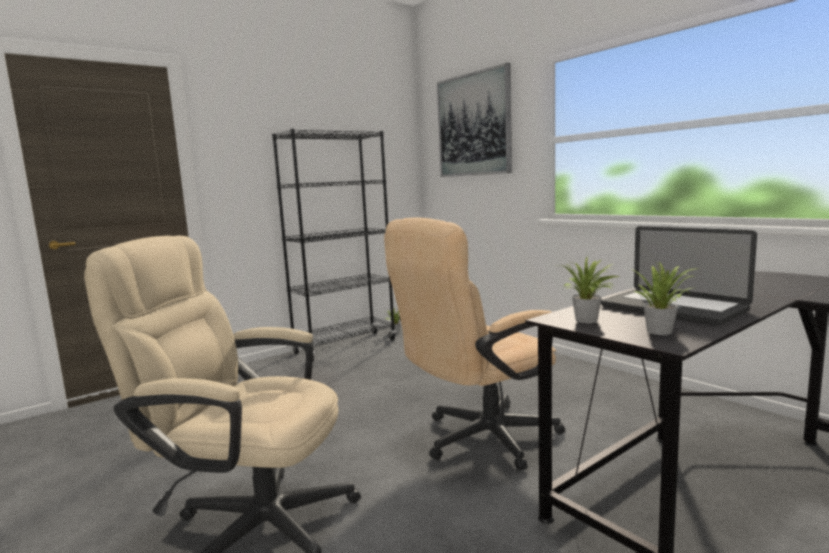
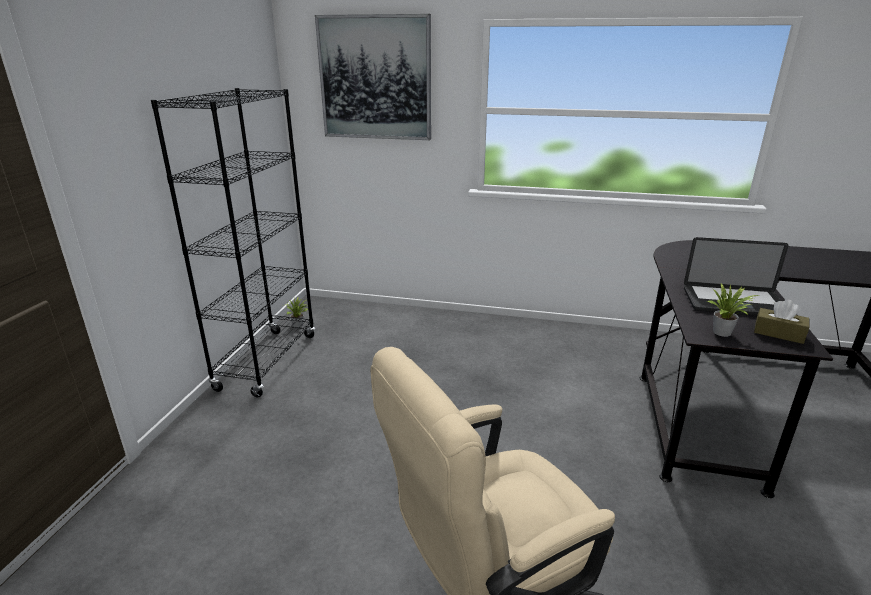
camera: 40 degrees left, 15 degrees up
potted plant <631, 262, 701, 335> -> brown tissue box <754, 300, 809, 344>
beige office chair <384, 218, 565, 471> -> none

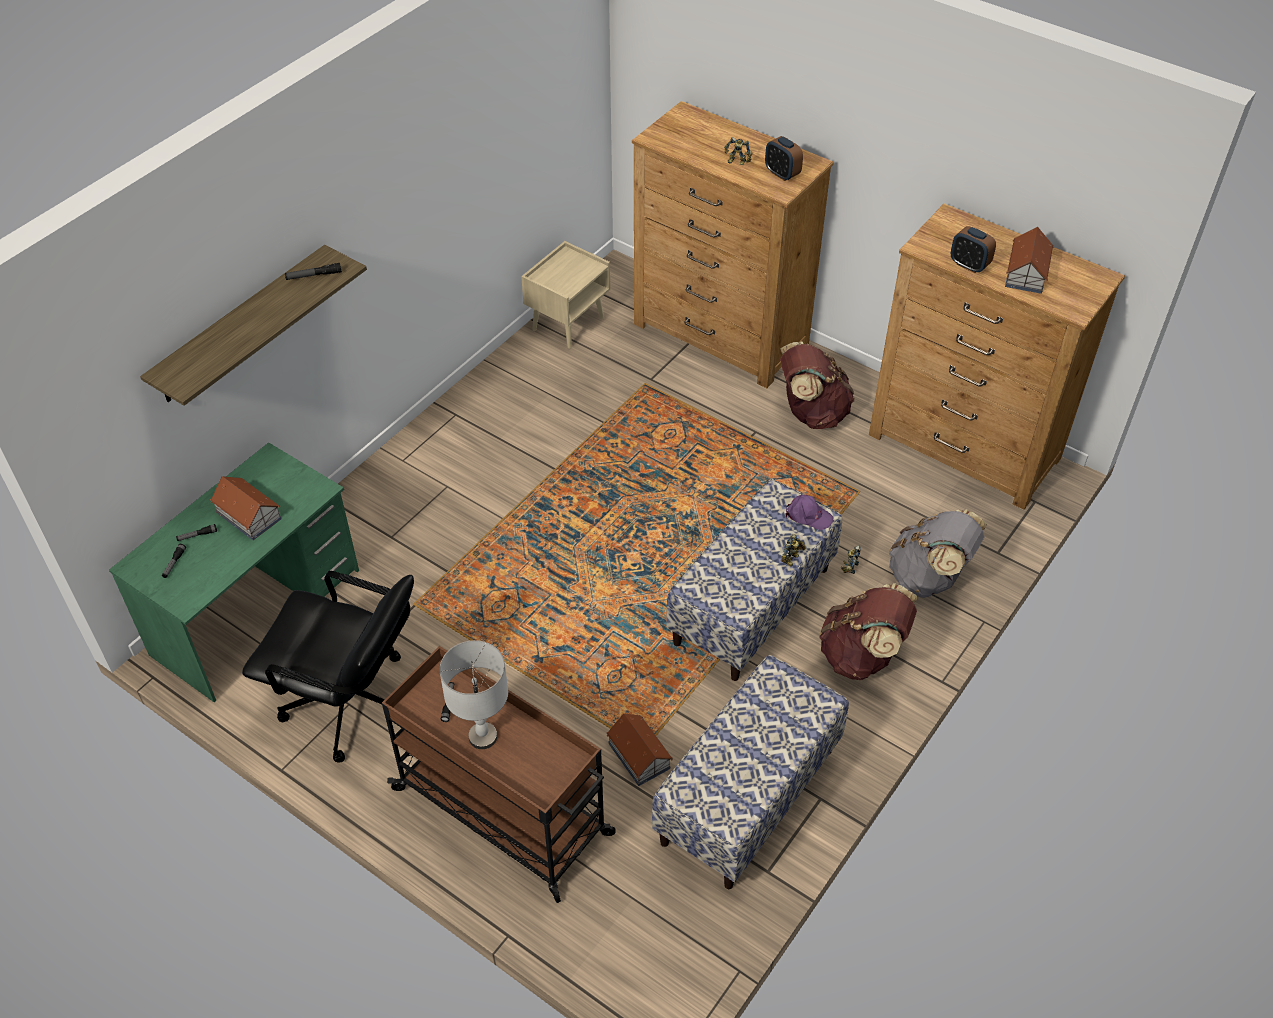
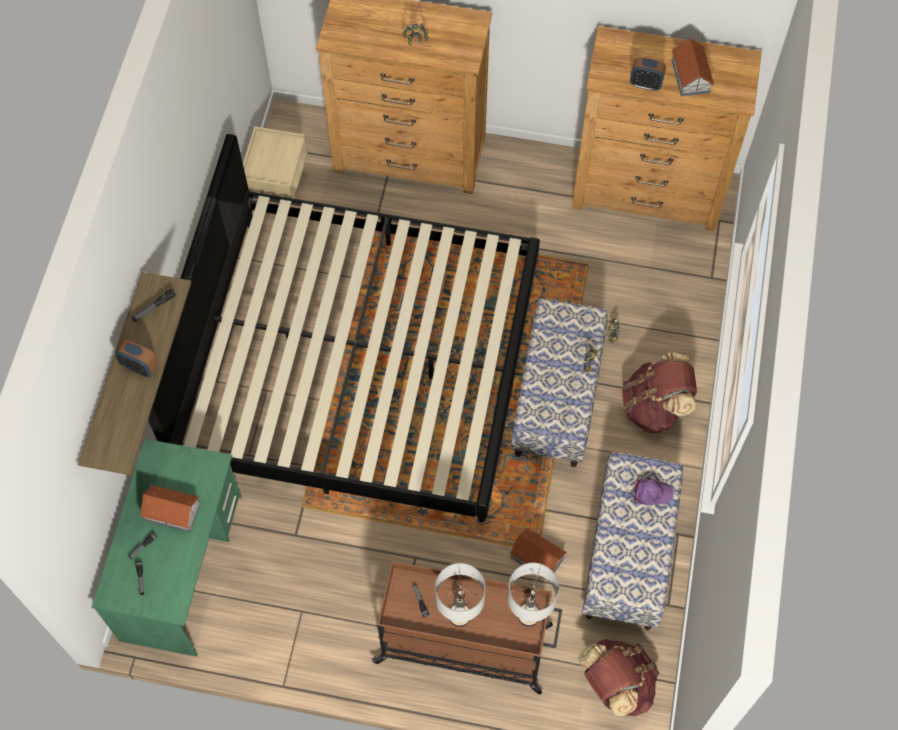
camera: 25 degrees left, 15 degrees up
alarm clock <765, 136, 803, 181> -> alarm clock <115, 340, 158, 377>, shifted
none -> bed <148, 134, 540, 522>
none -> grey table lamp <507, 563, 559, 626>
brown backpack <780, 342, 855, 429> -> brown backpack <578, 639, 660, 717>, shifted
purple cap <785, 495, 834, 530> -> purple cap <631, 477, 674, 505>, shifted
black office chair <242, 571, 414, 763> -> none
grey backpack <889, 509, 987, 598> -> none

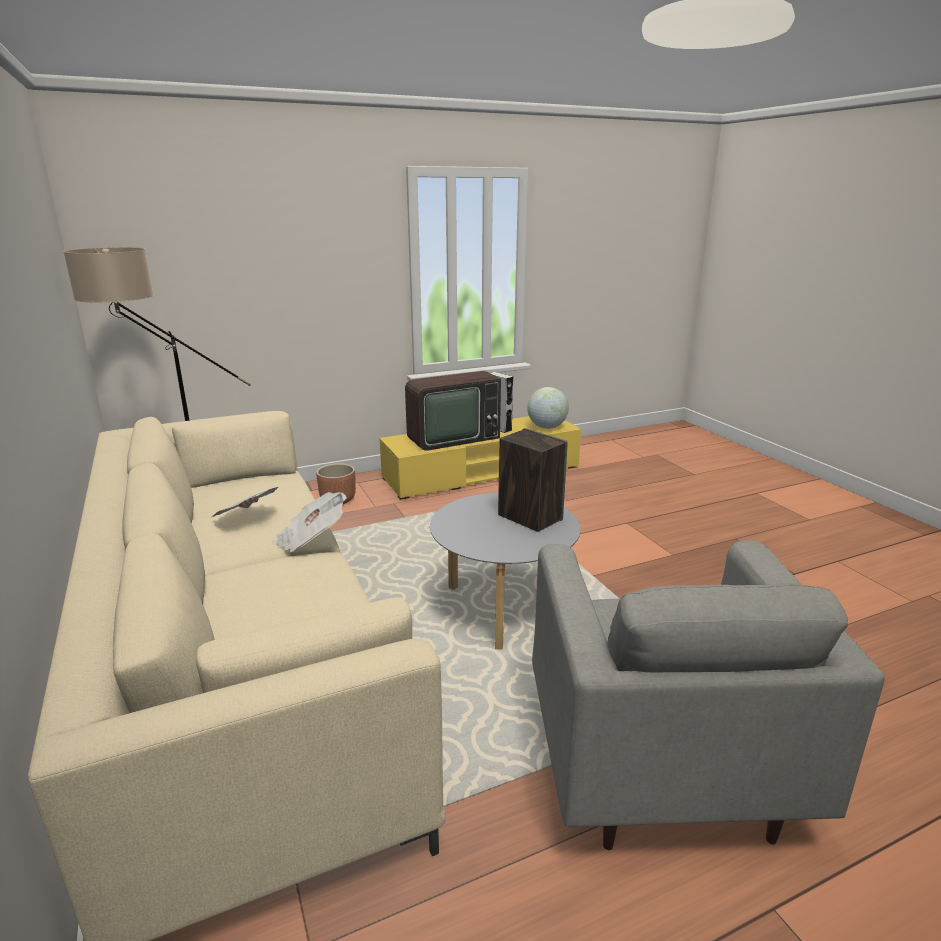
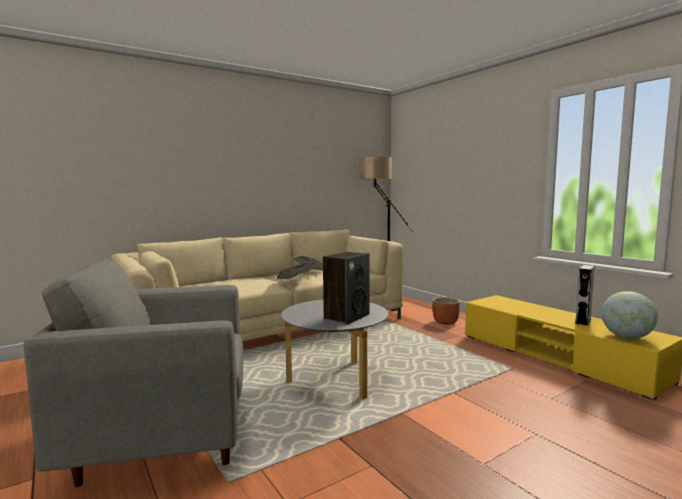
camera: 80 degrees right, 15 degrees down
television <405, 371, 501, 451> -> none

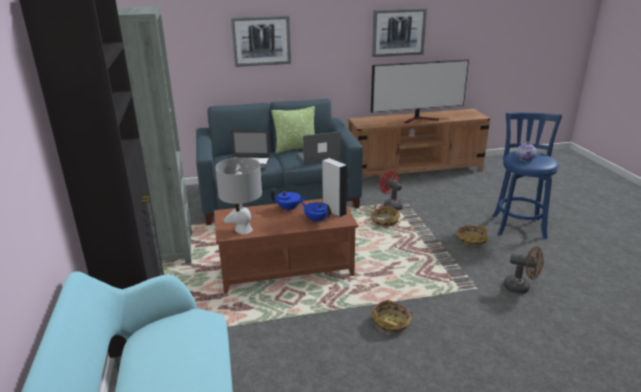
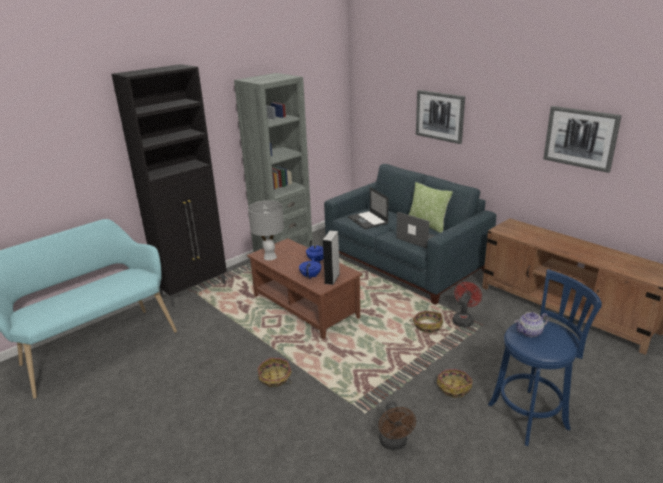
camera: 60 degrees right, 0 degrees up
television <371, 59, 469, 123> -> none

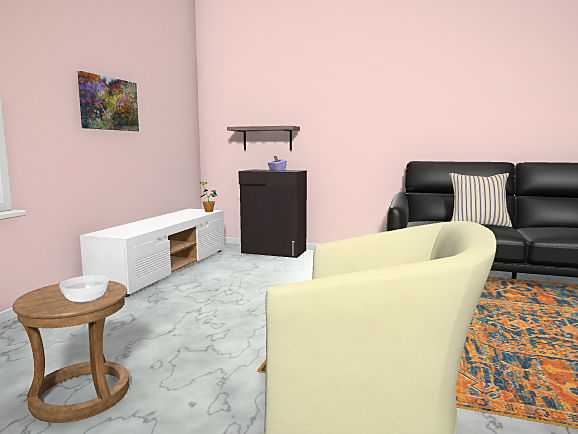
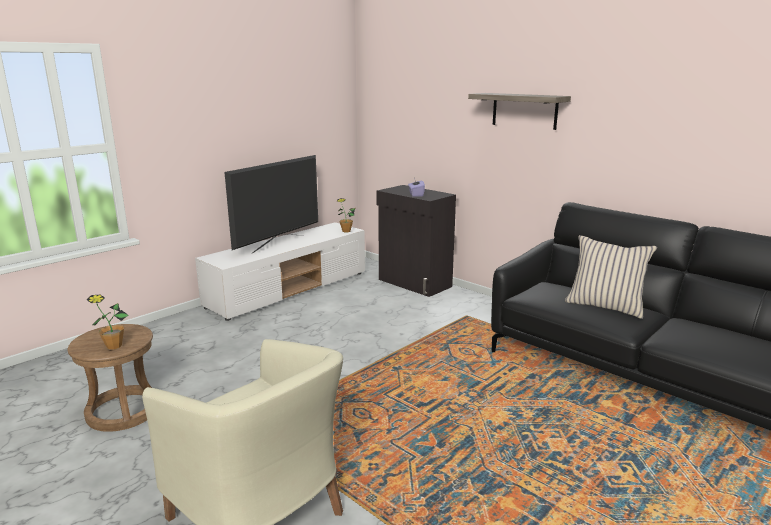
camera: 25 degrees right, 10 degrees up
bowl <59, 275, 109, 303> -> potted plant <86, 294, 128, 349>
none -> television <224, 155, 318, 253>
shelf <227, 126, 300, 150> -> shelf <468, 93, 571, 130>, shifted
picture <77, 71, 139, 131> -> none

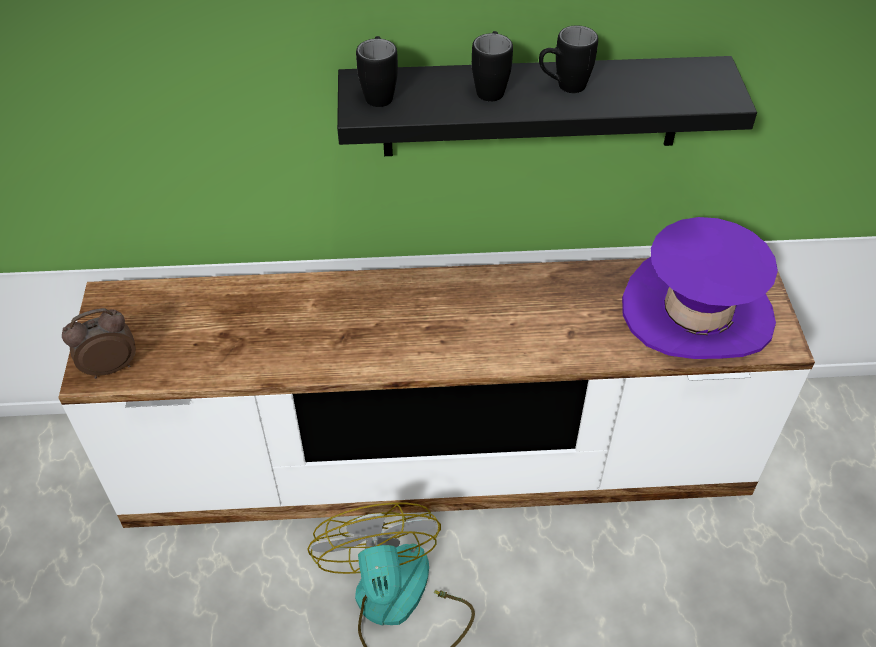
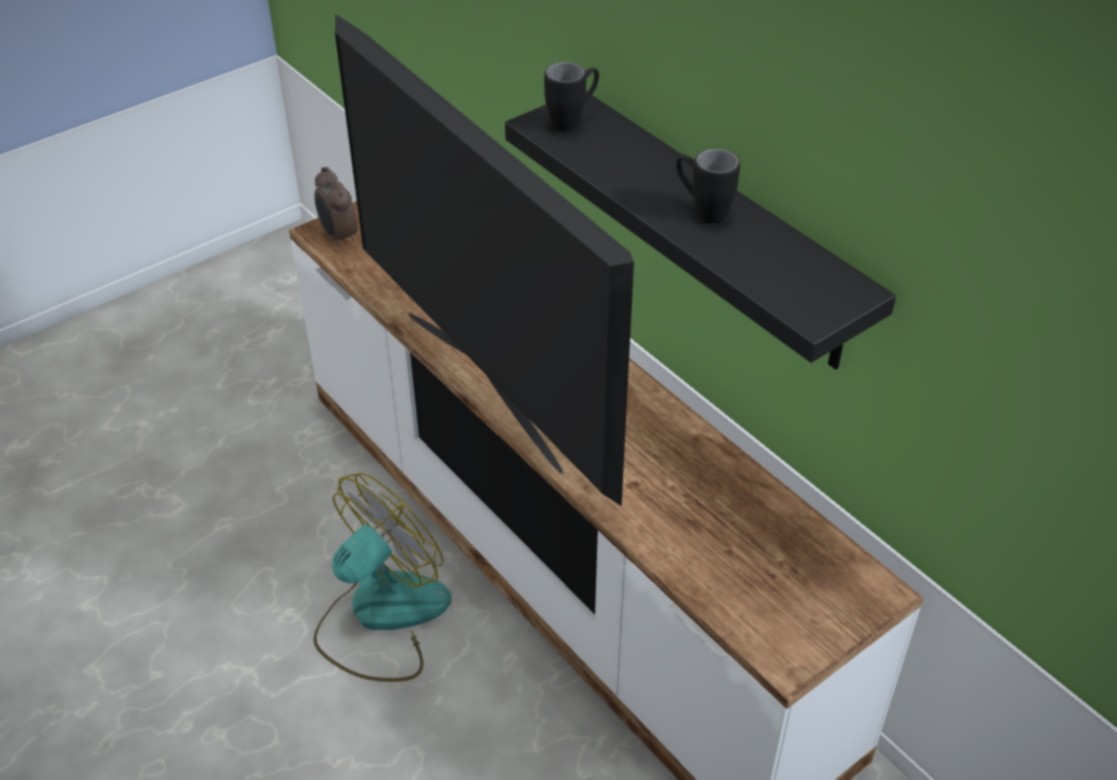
camera: 55 degrees right, 5 degrees down
alarm clock <62, 308, 136, 379> -> alarm clock <314, 167, 358, 248>, 150 degrees counterclockwise
none -> television <335, 14, 634, 506>
black mug <472, 31, 513, 101> -> none
purple hat <622, 217, 778, 359> -> none

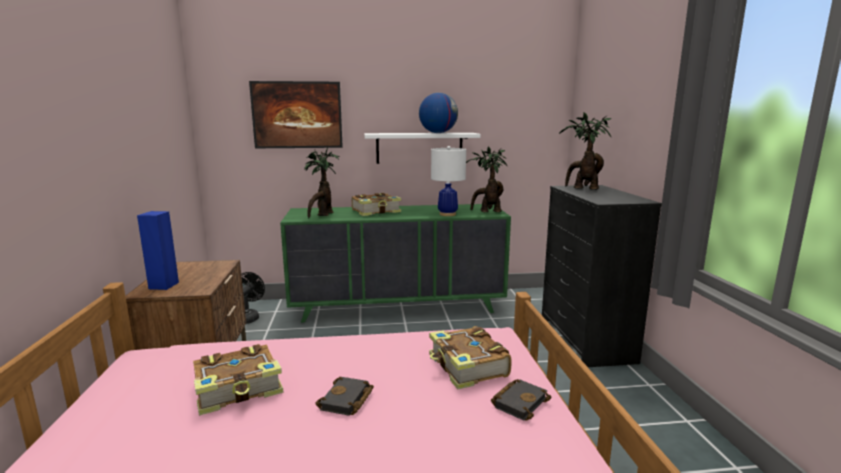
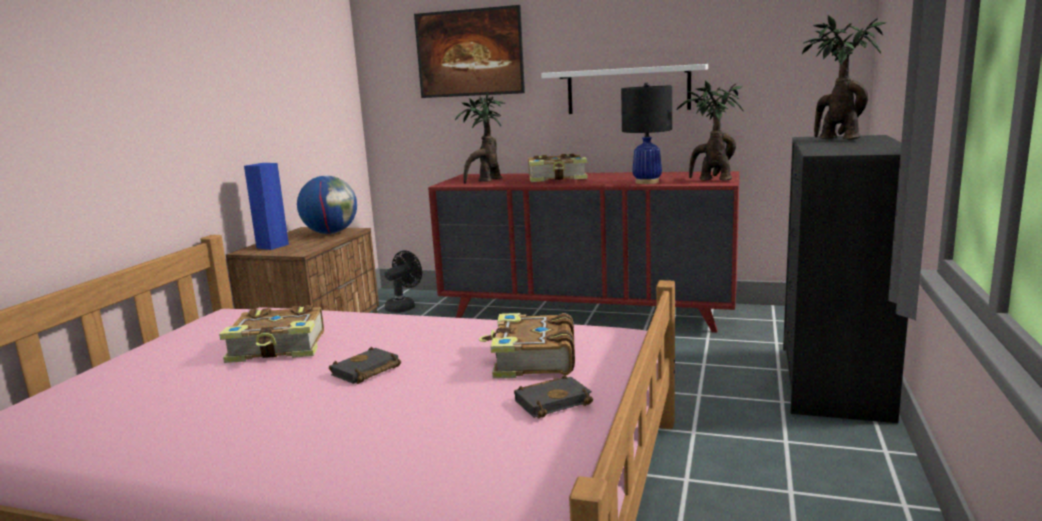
camera: 25 degrees right, 0 degrees up
globe <419, 93, 458, 133> -> globe <297, 176, 357, 234>, shifted
green dresser <280, 204, 511, 323> -> red dresser <428, 171, 740, 332>
white table lamp <431, 146, 466, 216> -> black table lamp <621, 83, 672, 184>

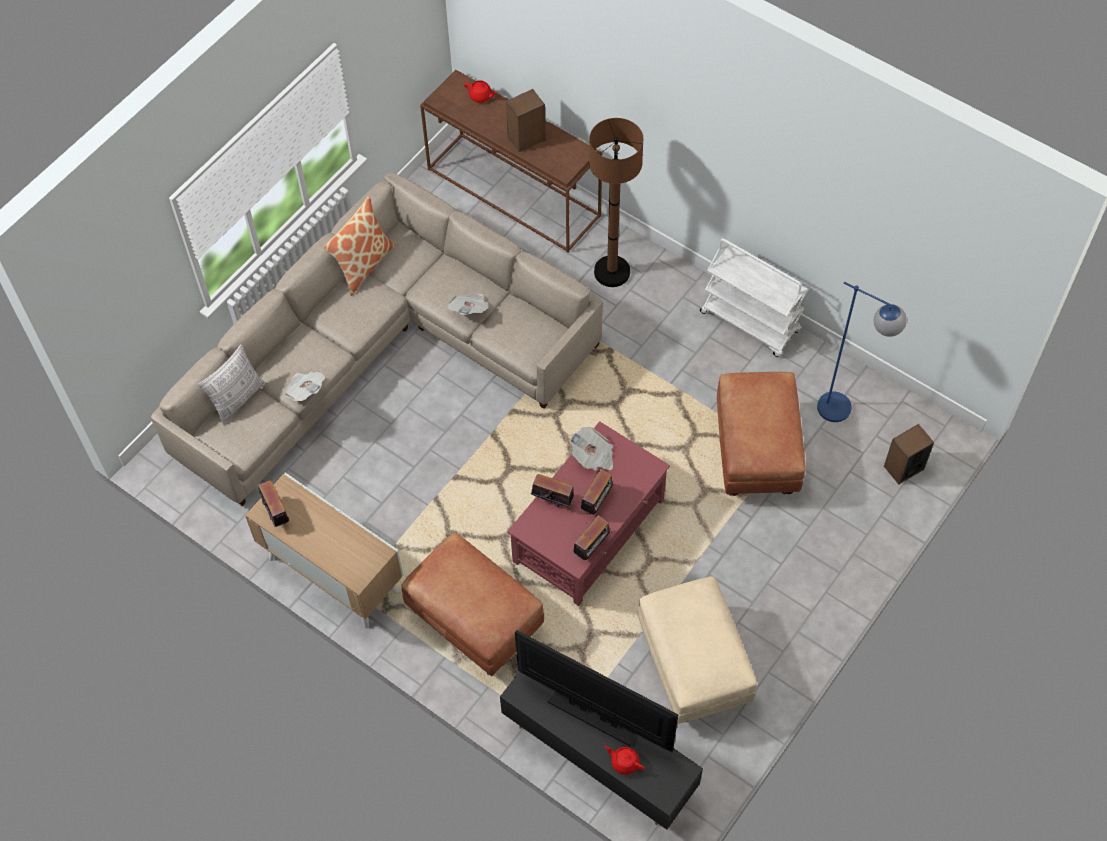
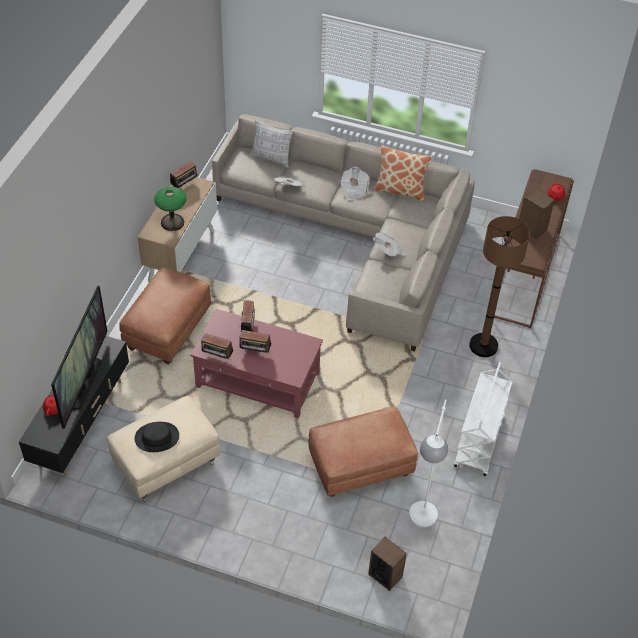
camera: 70 degrees right, 10 degrees down
none -> black hat <135, 422, 179, 452>
none -> table lamp <154, 187, 186, 231>
newspaper <570, 427, 613, 471> -> newspaper <340, 167, 370, 200>, shifted
blue floor lamp <817, 282, 907, 422> -> white floor lamp <409, 399, 448, 527>

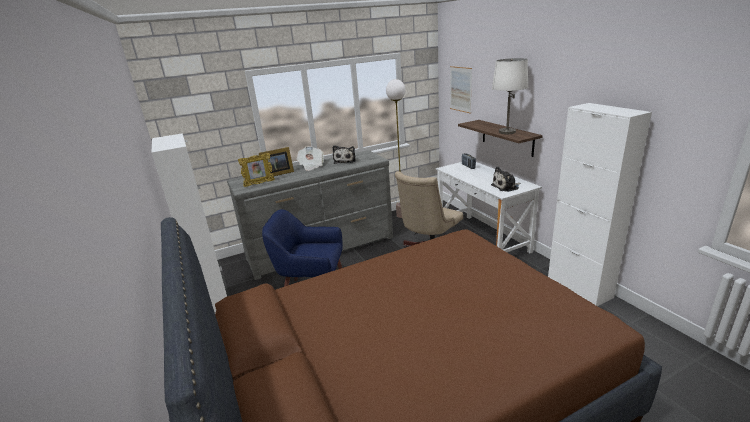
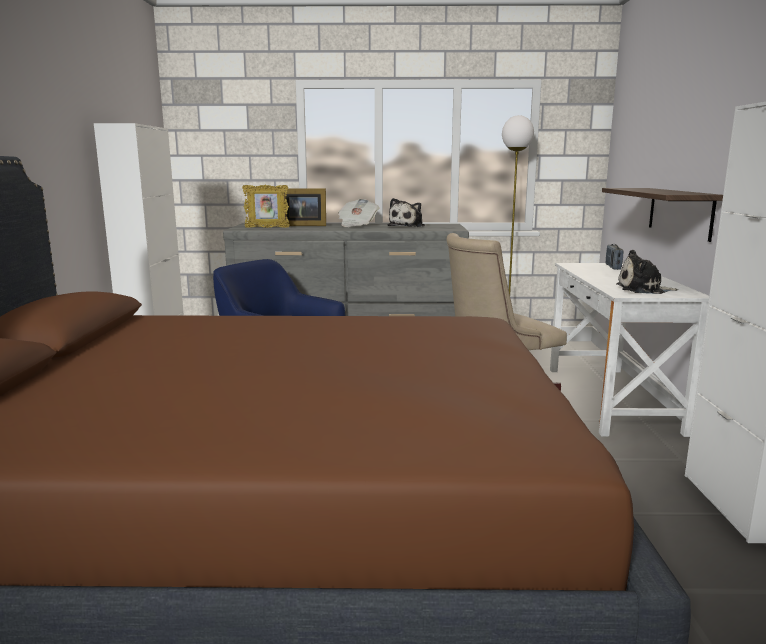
camera: 25 degrees right, 10 degrees down
picture <450, 66, 472, 114> -> none
white table lamp <492, 58, 528, 134> -> none

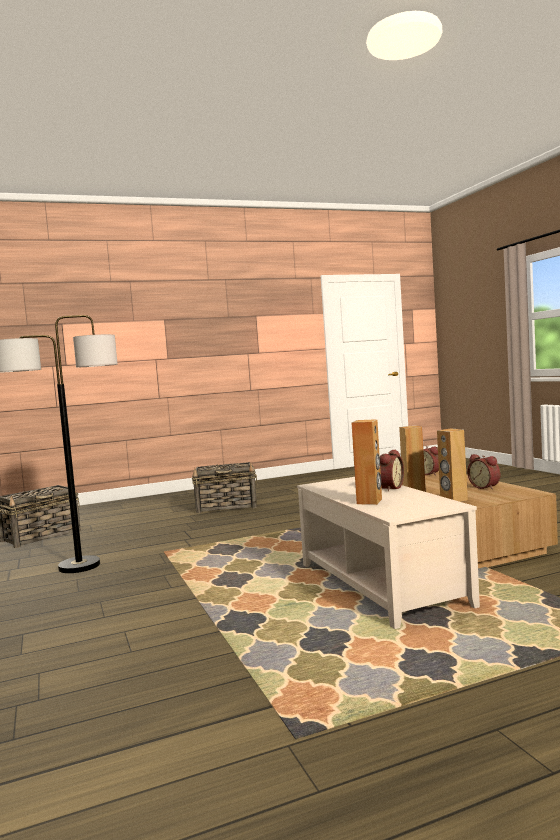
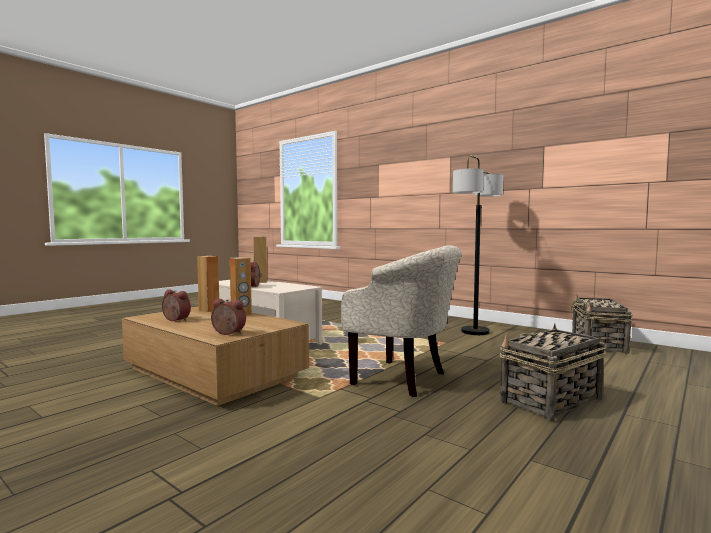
camera: 150 degrees right, 0 degrees up
none -> beige armchair <341, 245, 462, 397>

